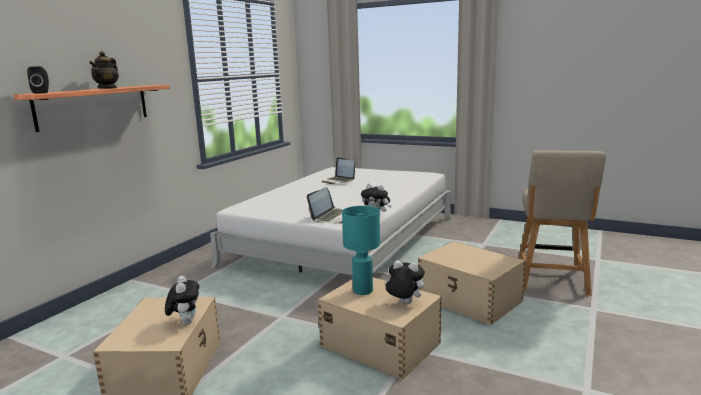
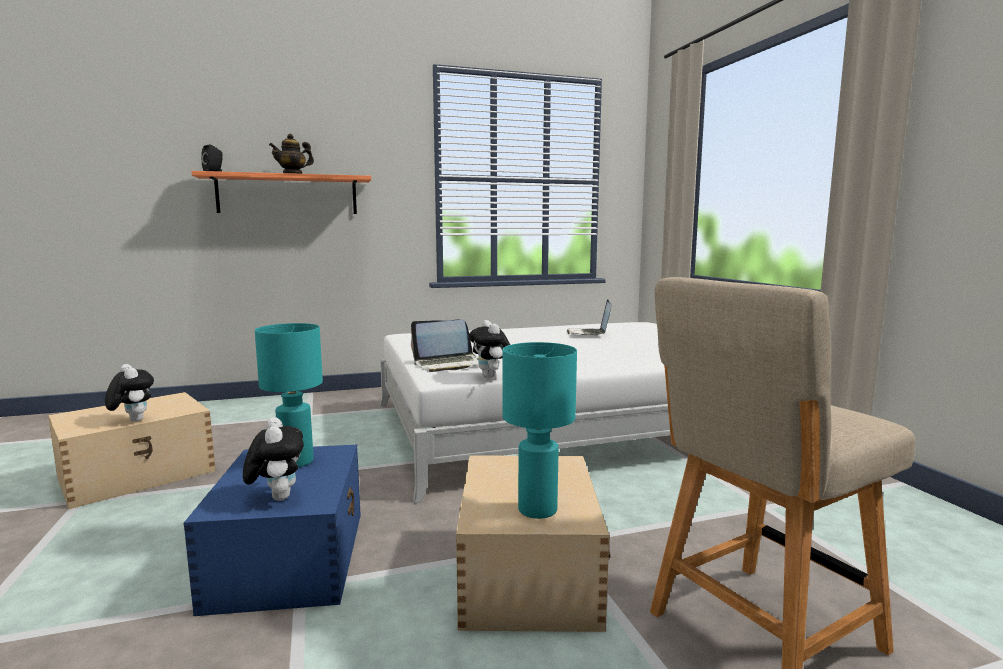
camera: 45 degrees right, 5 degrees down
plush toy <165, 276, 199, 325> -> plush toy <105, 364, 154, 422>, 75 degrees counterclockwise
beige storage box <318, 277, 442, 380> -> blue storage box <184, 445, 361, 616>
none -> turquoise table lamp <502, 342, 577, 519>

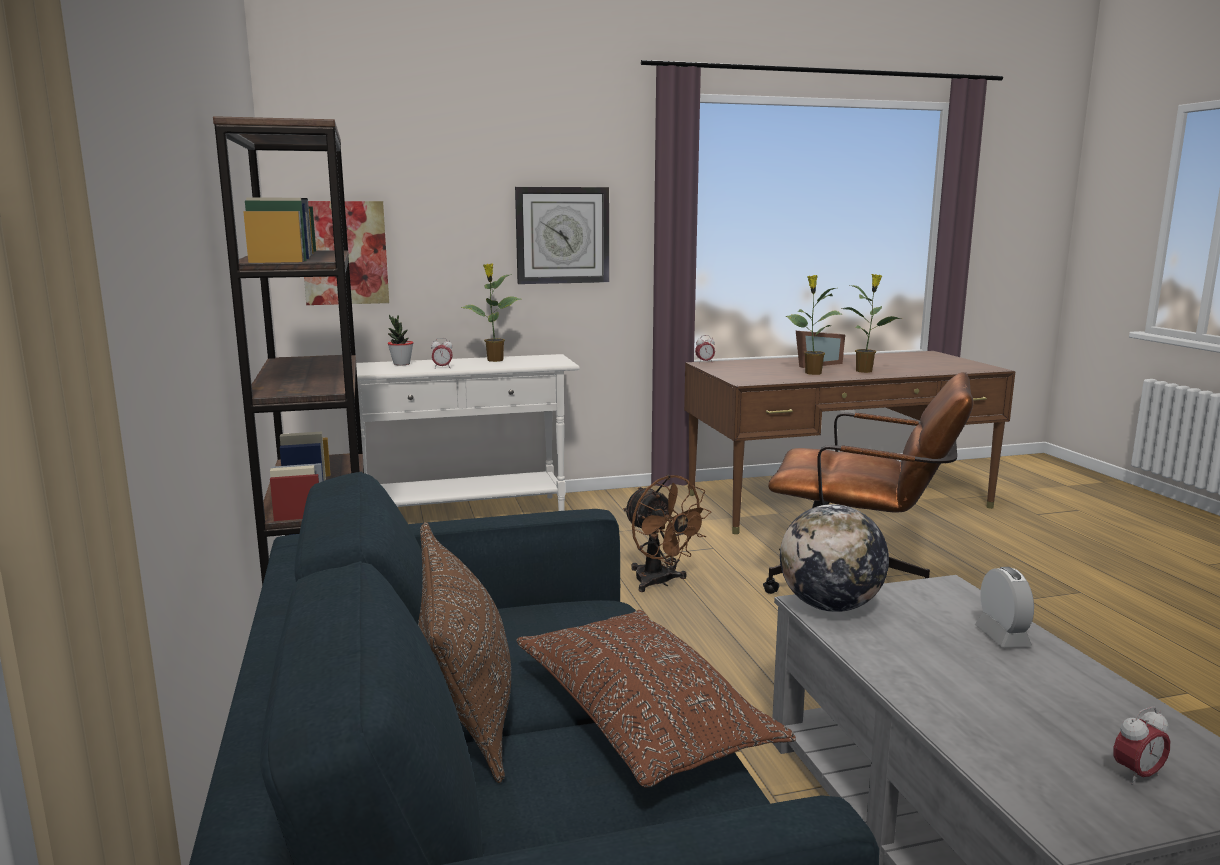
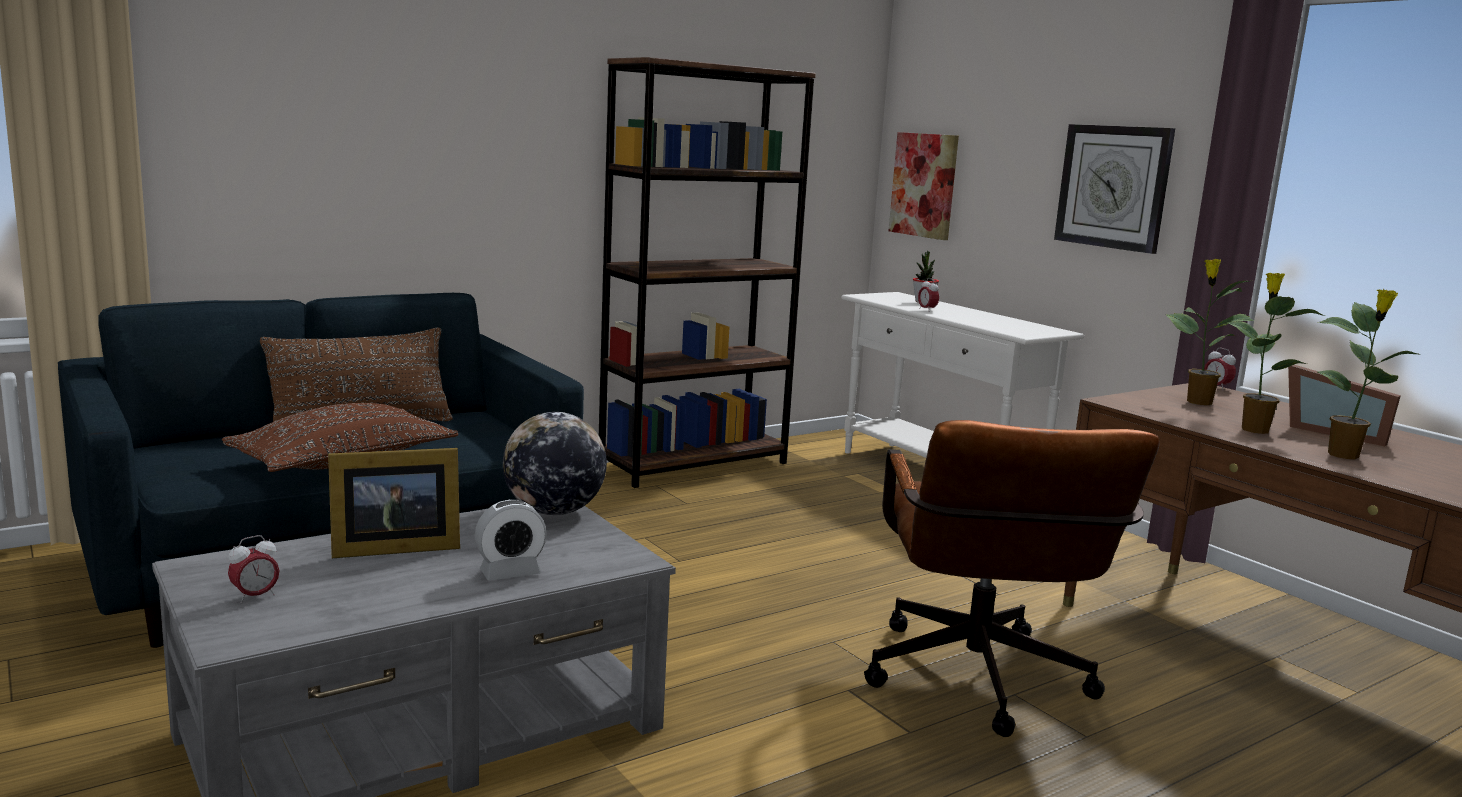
camera: 70 degrees right, 0 degrees up
alarm clock <1113, 707, 1170, 785> -> alarm clock <228, 535, 280, 603>, 90 degrees counterclockwise
none -> picture frame <328, 448, 460, 558>
potted plant <461, 263, 520, 362> -> potted plant <1165, 259, 1255, 405>, shifted
brown fan <623, 475, 711, 592> -> none

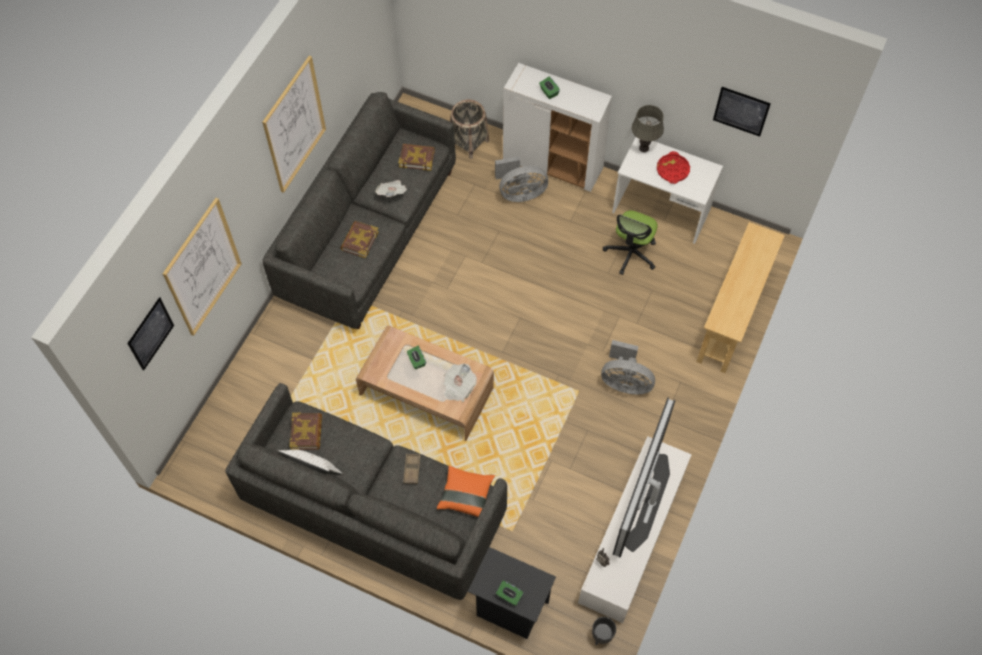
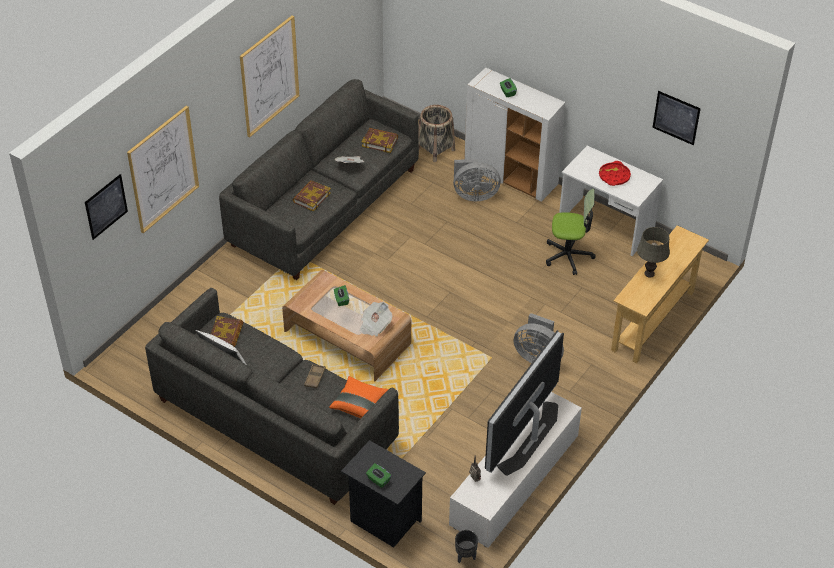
camera: 10 degrees right, 15 degrees down
office chair <603, 210, 658, 275> -> office chair <546, 189, 596, 275>, 120 degrees counterclockwise
grey table lamp <632, 105, 664, 152> -> grey table lamp <637, 227, 670, 278>, shifted

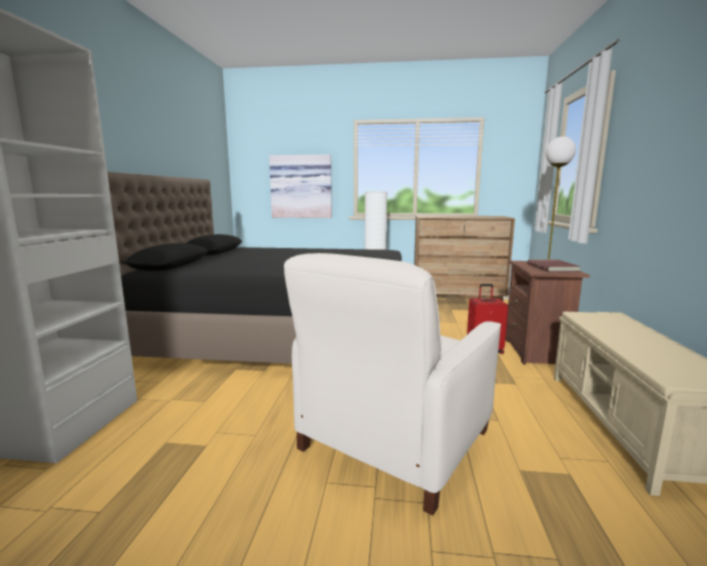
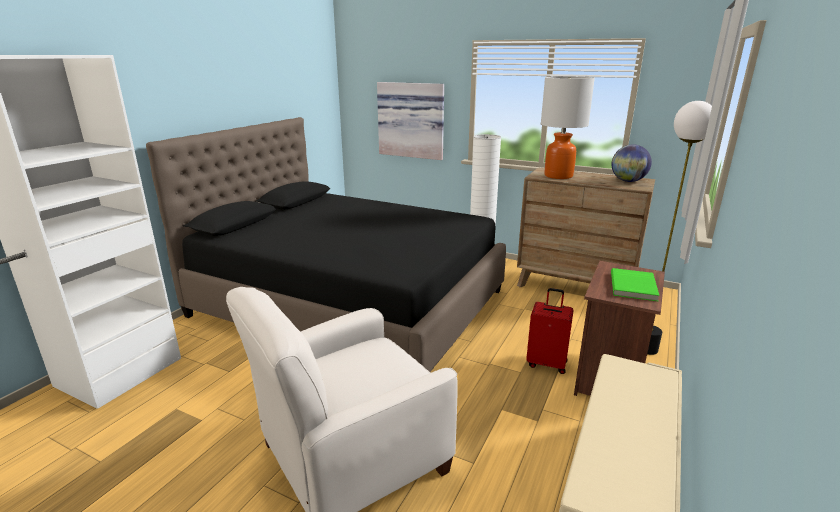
camera: 20 degrees right, 10 degrees up
none -> table lamp <541, 76, 595, 179>
none -> globe <611, 144, 652, 182>
red book <528, 259, 581, 272> -> green book <611, 268, 660, 301>

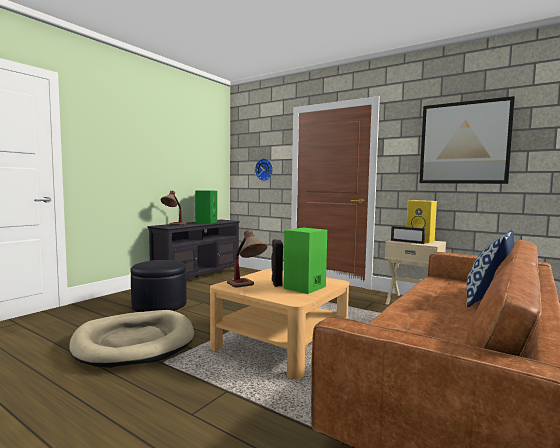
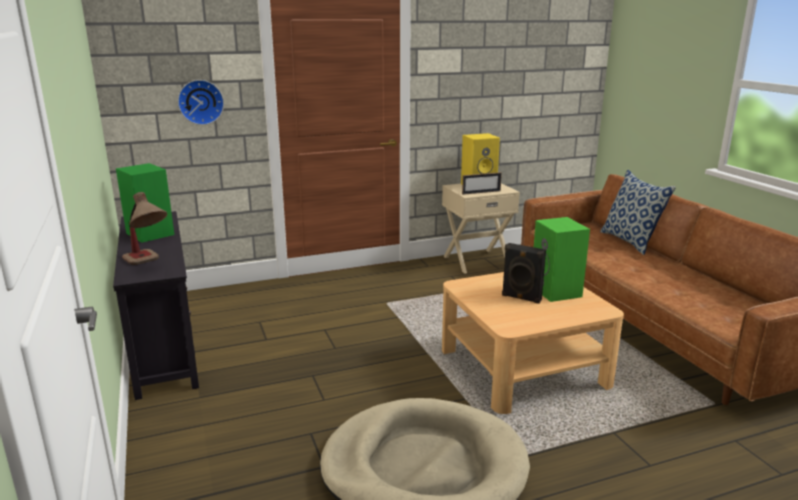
camera: 55 degrees left, 15 degrees up
black ottoman <130, 260, 187, 312> -> none
table lamp <227, 230, 267, 288> -> none
picture <419, 96, 515, 184> -> none

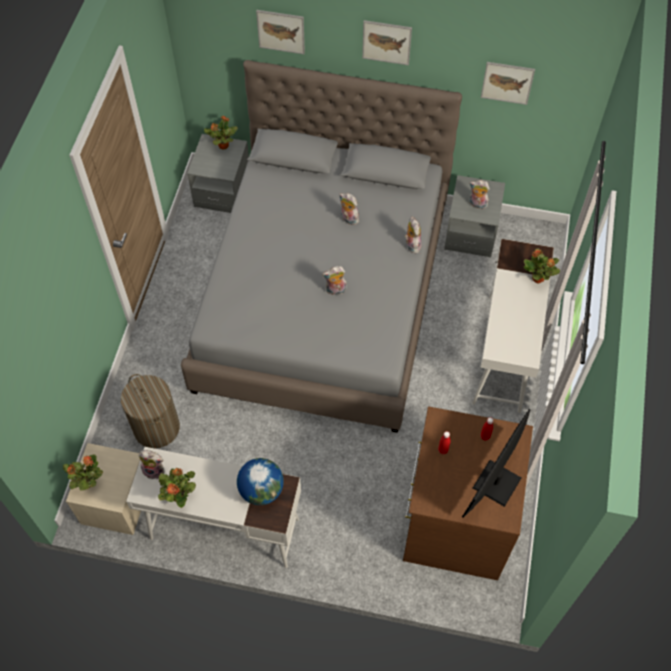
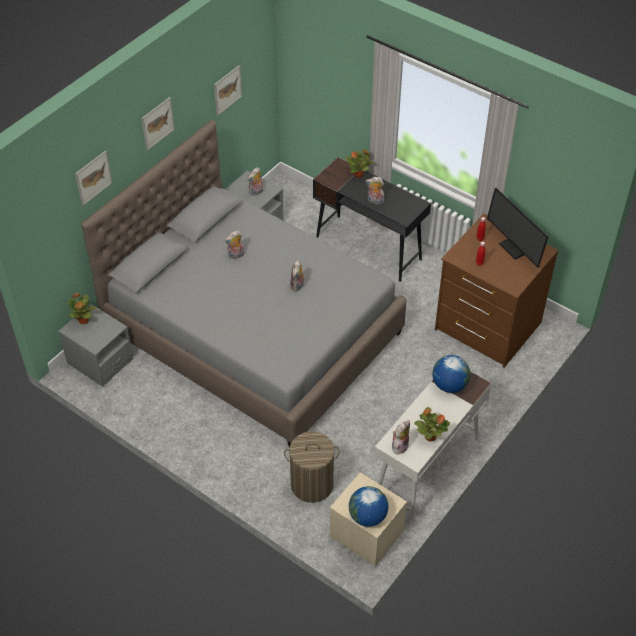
camera: 65 degrees left, 10 degrees down
white desk <472, 239, 554, 413> -> black desk <313, 157, 431, 282>
potted plant <63, 455, 103, 491> -> globe <349, 486, 388, 527>
plush toy <404, 216, 421, 253> -> plush toy <366, 177, 384, 204>, shifted

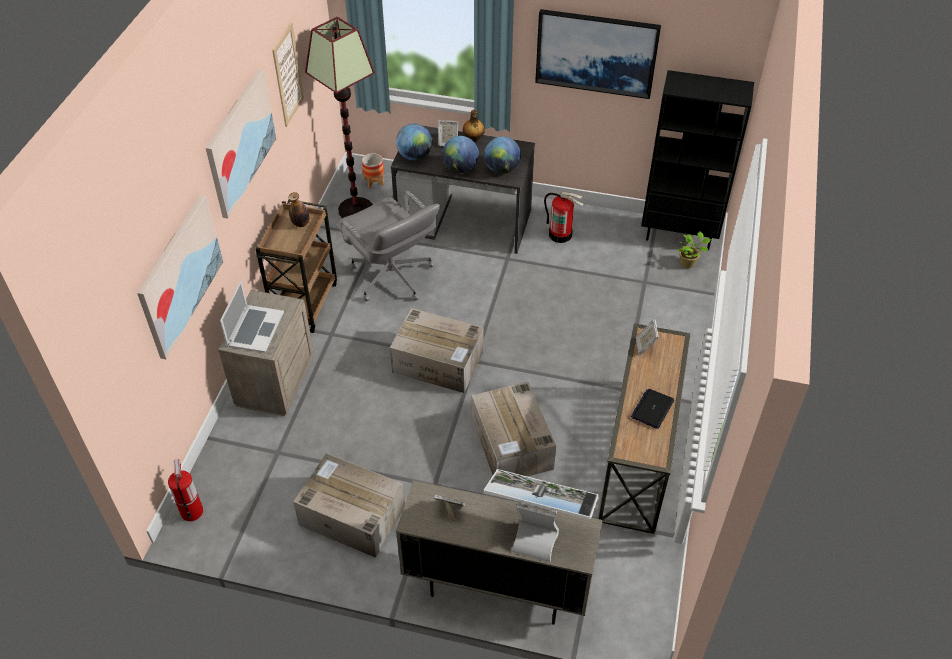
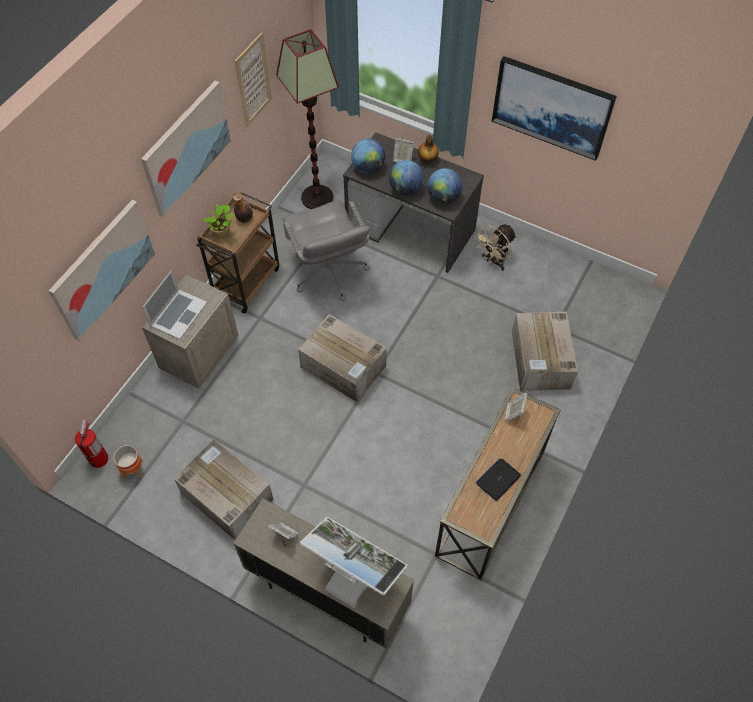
camera: 15 degrees right, 10 degrees up
planter <362, 153, 384, 189> -> planter <113, 445, 143, 479>, shifted
potted plant <678, 231, 711, 268> -> potted plant <203, 204, 233, 239>, shifted
fire extinguisher <544, 191, 583, 243> -> beige fan <474, 224, 517, 271>
cardboard box <472, 382, 556, 476> -> cardboard box <512, 312, 578, 391>, shifted
black bookcase <641, 70, 754, 250> -> none

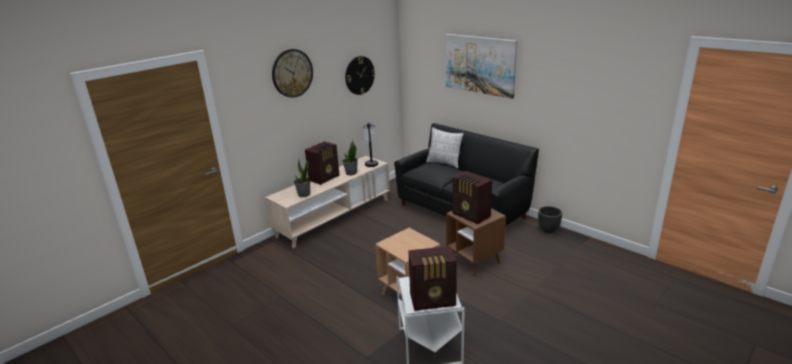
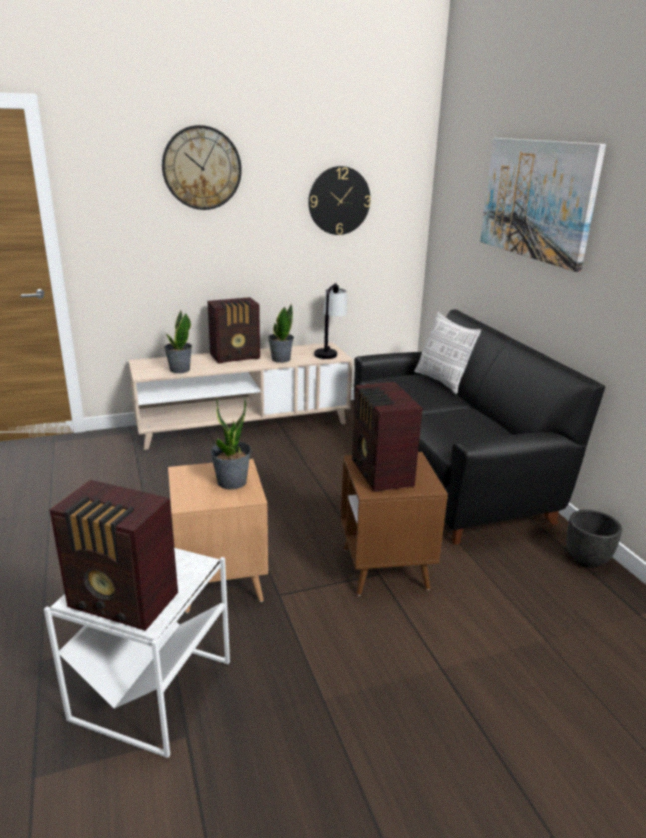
camera: 25 degrees right, 0 degrees up
none -> potted plant <210, 397, 251, 490>

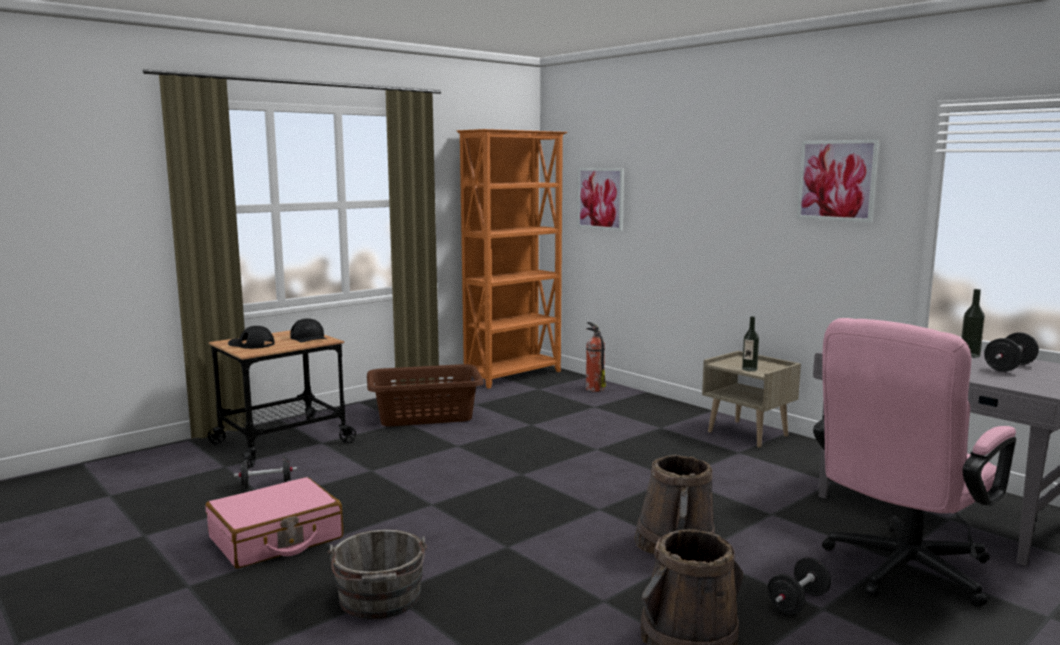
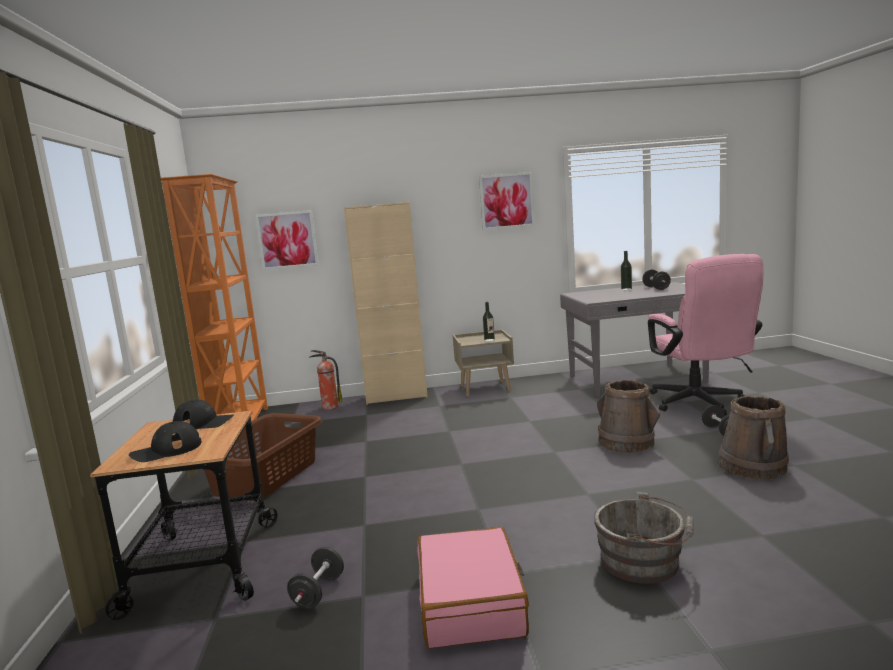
camera: 55 degrees left, 0 degrees up
none -> beige cabinet <344, 202, 428, 405>

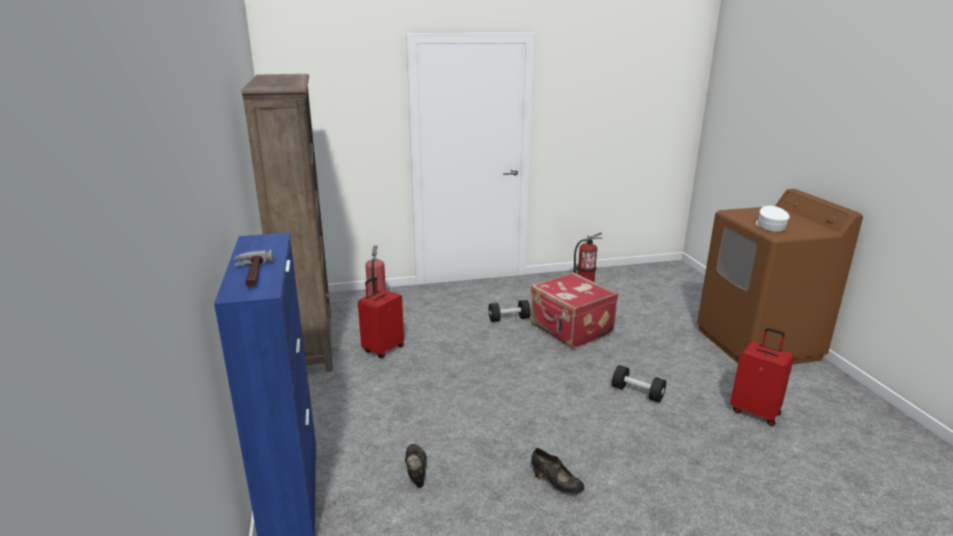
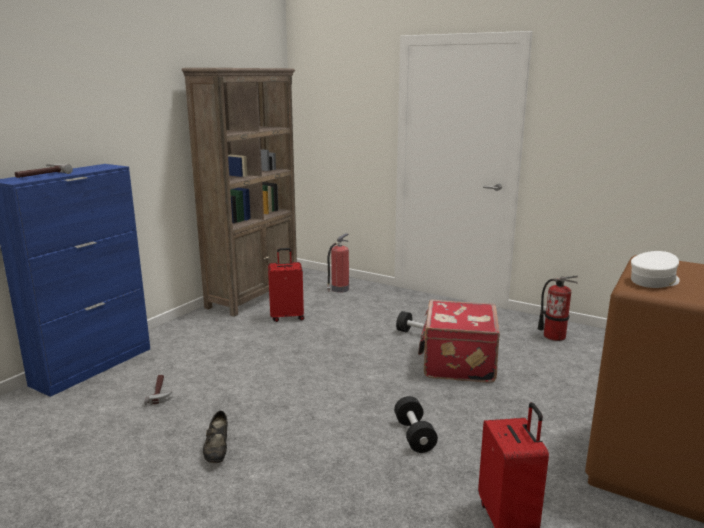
camera: 45 degrees right, 5 degrees down
black shoe <405, 444, 427, 488> -> hammer <144, 375, 173, 405>

